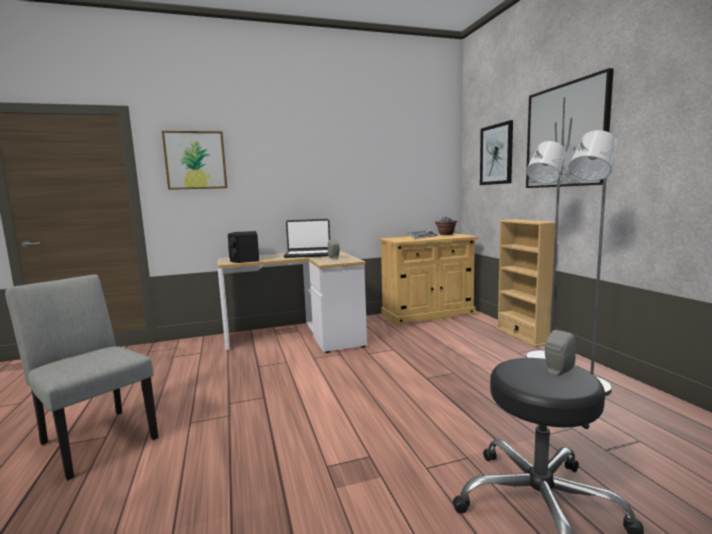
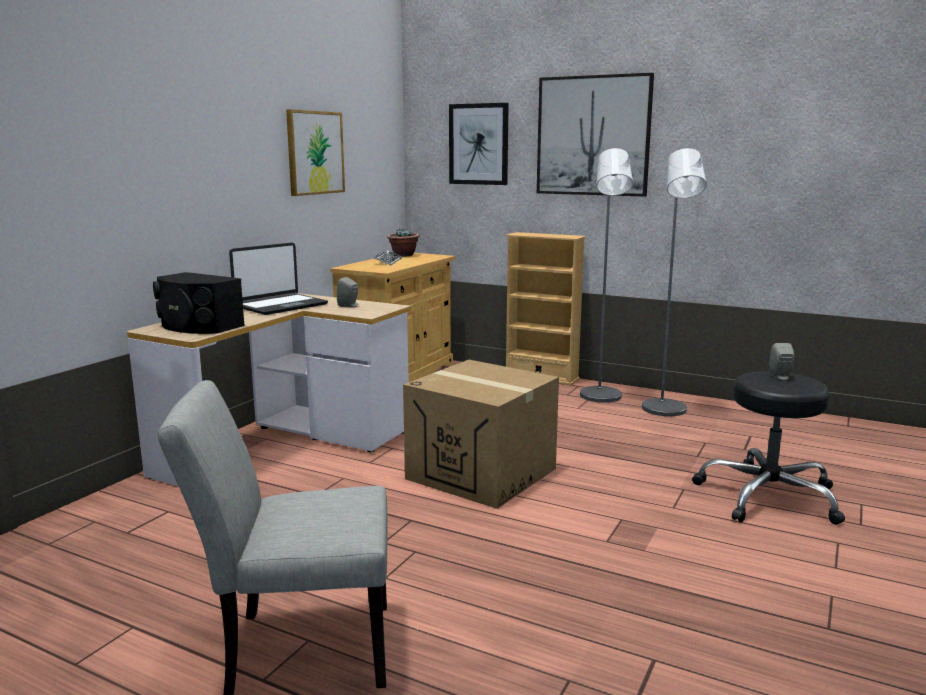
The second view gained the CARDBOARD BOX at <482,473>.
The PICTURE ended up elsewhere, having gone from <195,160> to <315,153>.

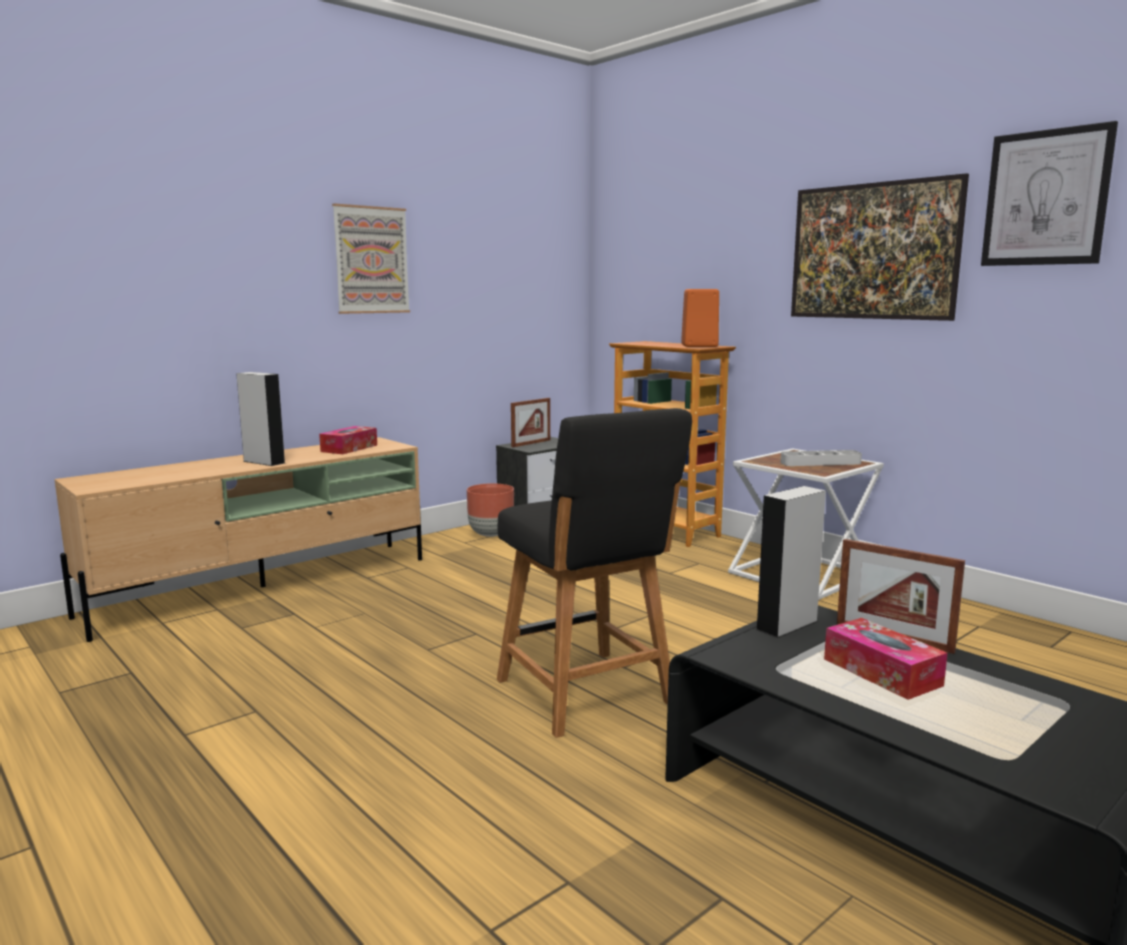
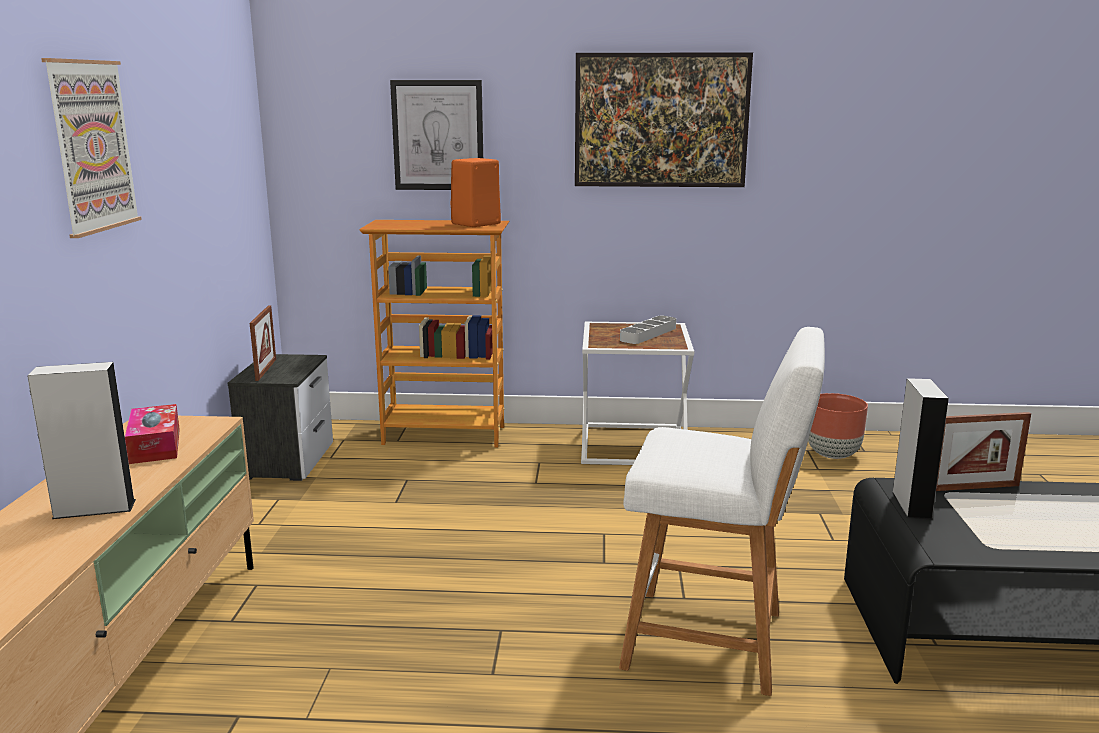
The second view lost the TISSUE BOX at <881,672>.
The BROWN PLANTER ended up elsewhere, having gone from <490,534> to <833,455>.
The PICTURE ended up elsewhere, having gone from <1046,198> to <438,135>.
What was the BLACK STOOL at <588,695> turned into the WHITE STOOL at <713,641>.

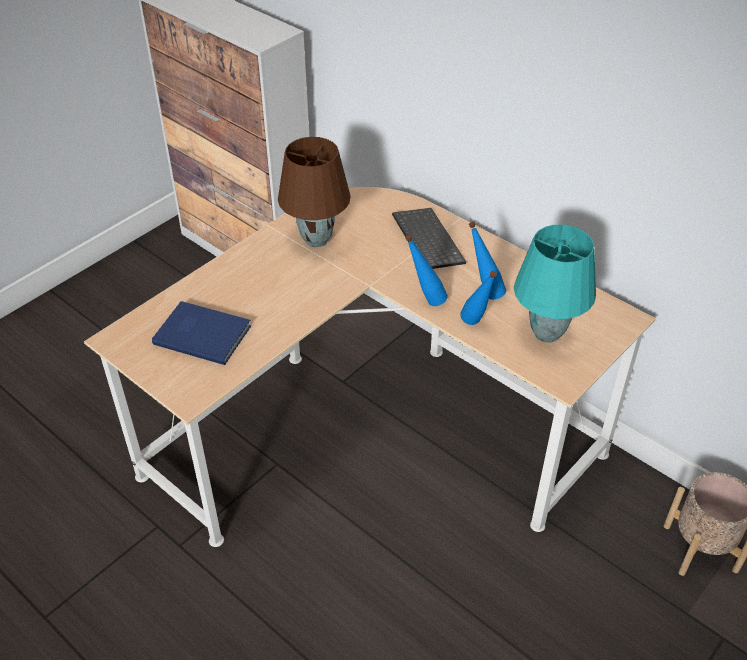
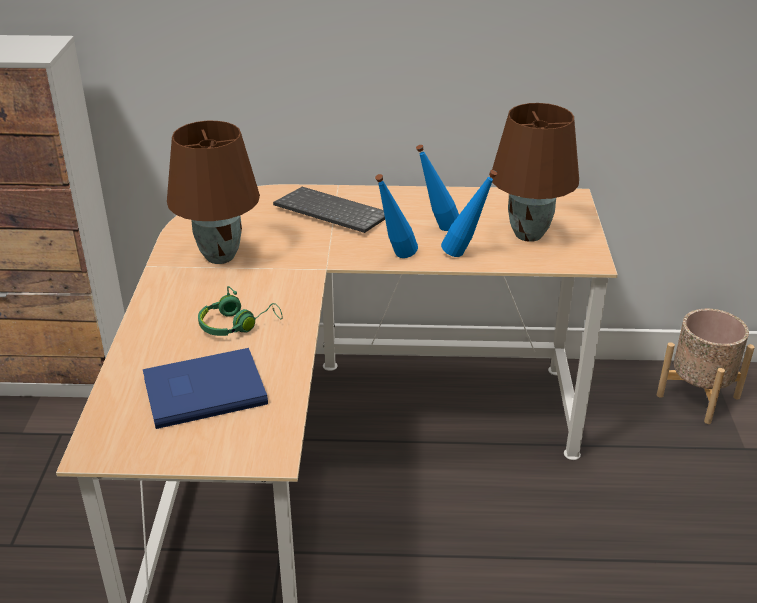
The second view gained the GREEN HEADPHONES at <237,324>.
What was the TURQUOISE TABLE LAMP at <546,333> turned into the BROWN TABLE LAMP at <527,234>.

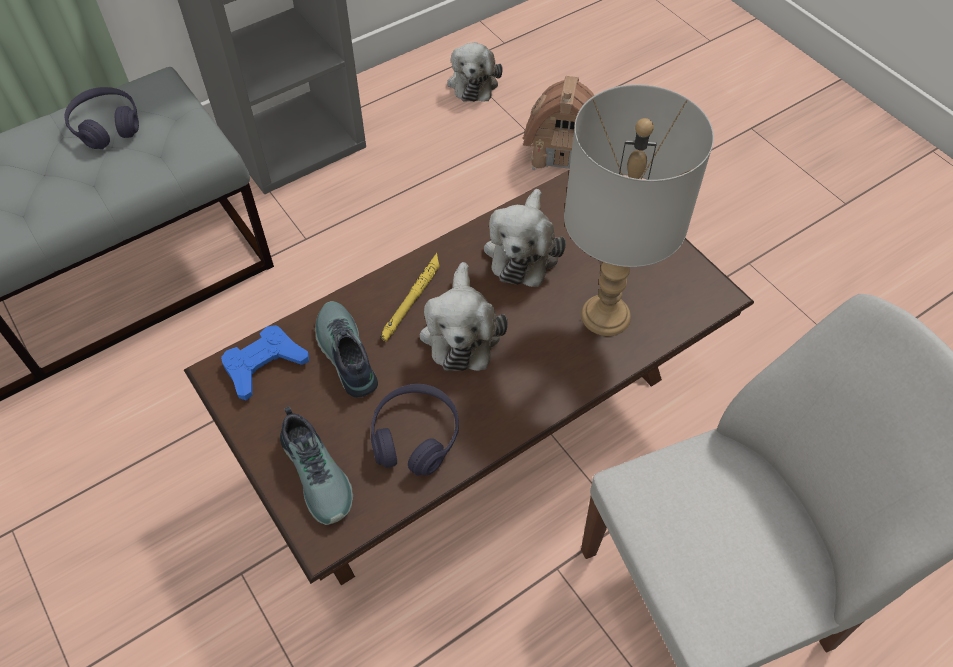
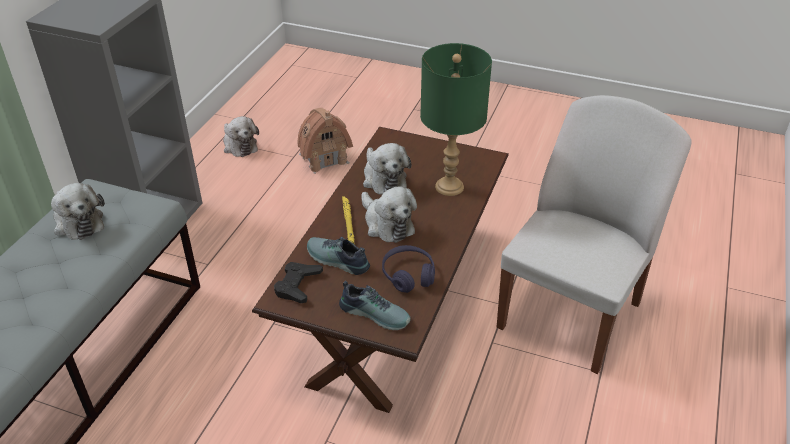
Where the PURPLE HEADPHONES stood at <107,126>, the PLUSH TOY came to stand at <78,221>.
What was the BLUE GAME CONTROLLER at <264,365> turned into the BLACK GAME CONTROLLER at <297,285>.
What was the GREY TABLE LAMP at <605,314> turned into the GREEN TABLE LAMP at <449,186>.

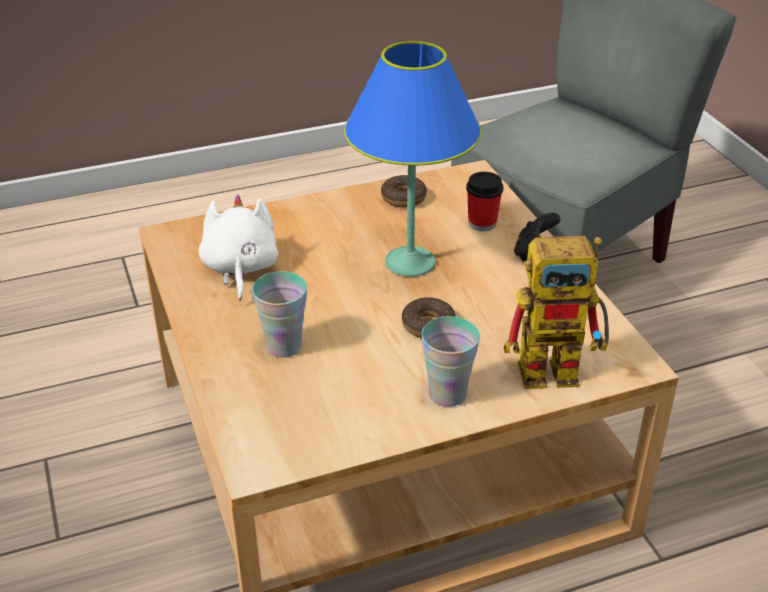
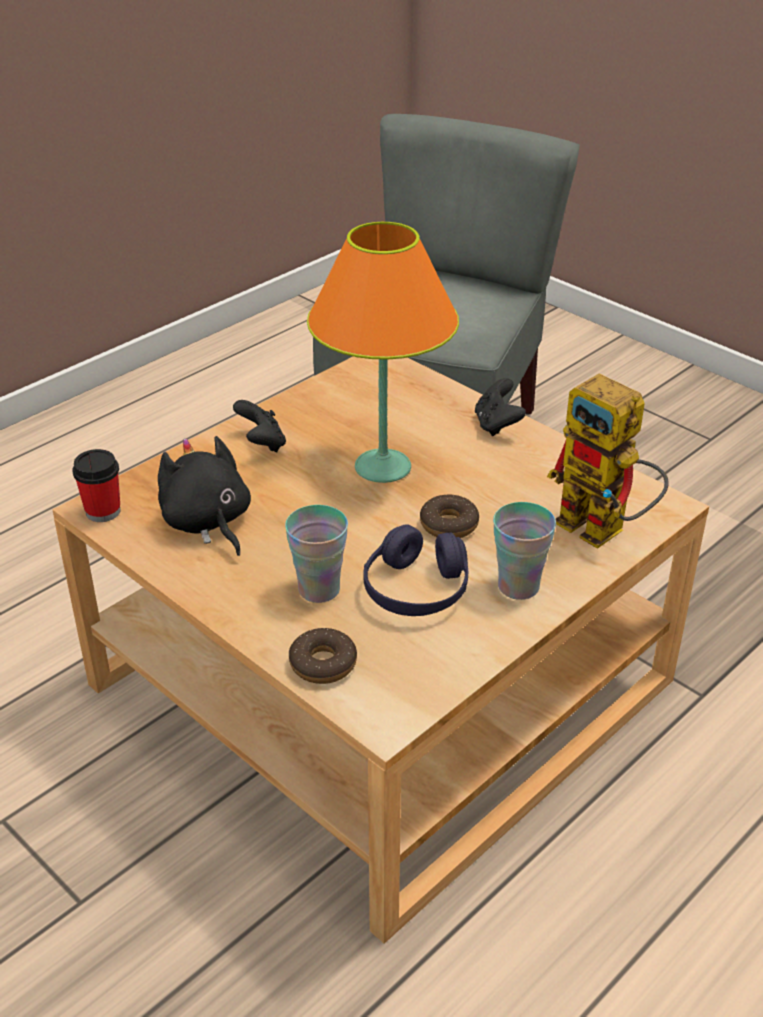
The second view gained the BLACK GAME CONTROLLER at <262,444>.
The second view gained the PURPLE HEADPHONES at <416,589>.
The DONUT ended up elsewhere, having gone from <403,198> to <323,664>.
The CUP ended up elsewhere, having gone from <482,223> to <103,511>.
What was the WHITE PLUSH TOY at <240,268> turned into the BLACK PLUSH TOY at <207,523>.
What was the BLUE TABLE LAMP at <409,262> turned into the ORANGE TABLE LAMP at <382,467>.
The TOY ROBOT at <561,369> ended up facing another way, 75 degrees clockwise from before.

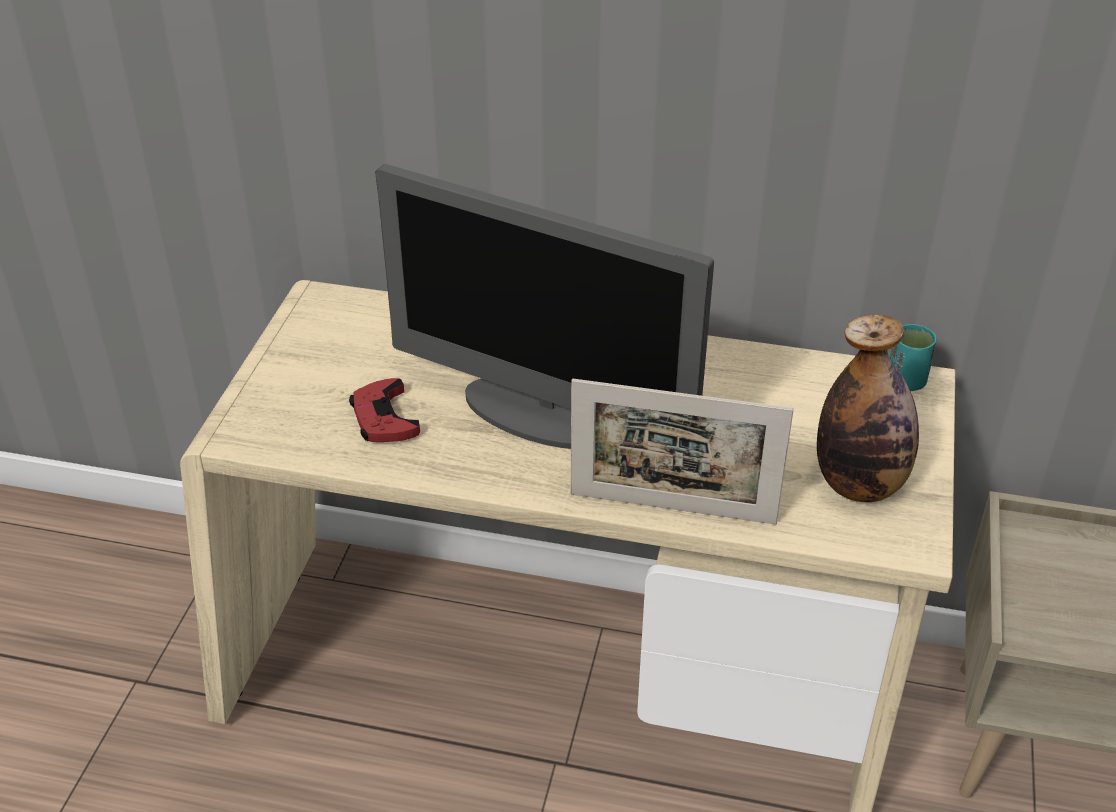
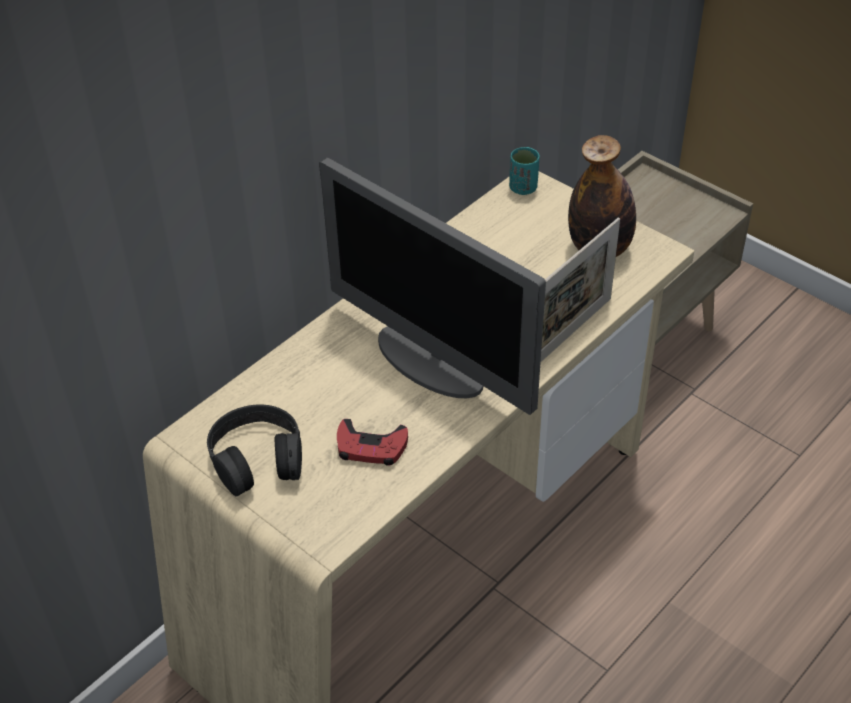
The second view gained the BLACK HEADPHONES at <257,458>.
The MONITOR at <540,415> ended up facing another way, 75 degrees clockwise from before.

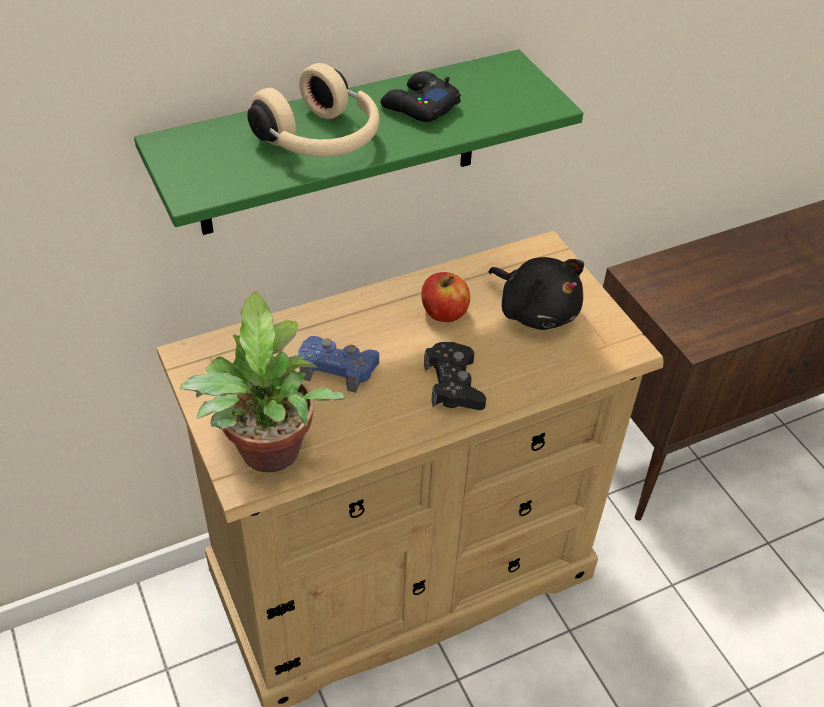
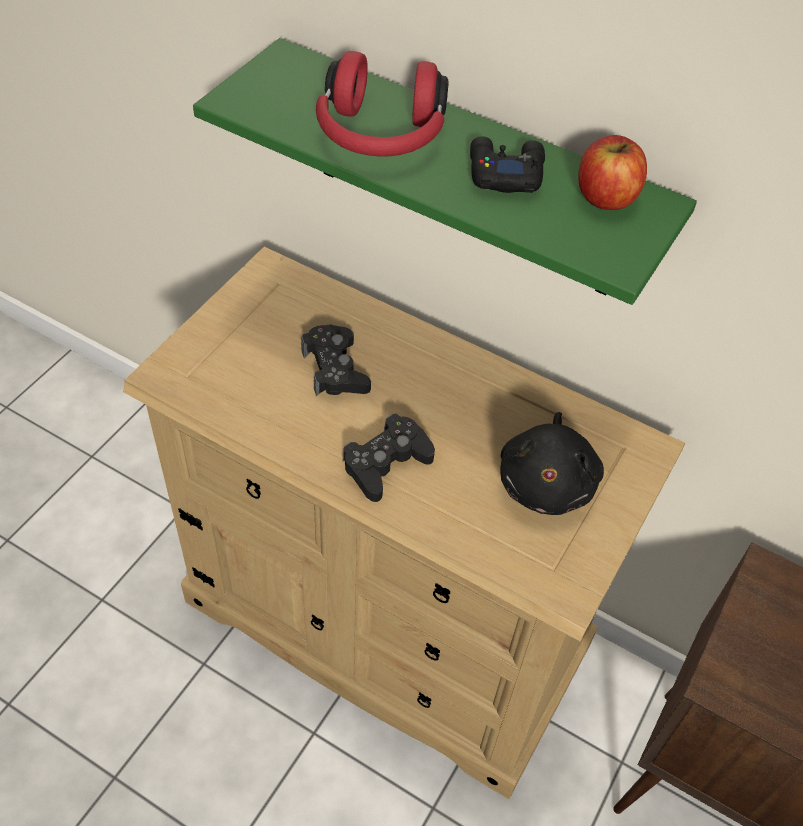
The second view lost the POTTED PLANT at <269,457>.
The APPLE ended up elsewhere, having gone from <444,312> to <605,197>.
What was the BEIGE HEADPHONES at <321,140> turned into the RED HEADPHONES at <380,136>.
What was the BLUE GAME CONTROLLER at <337,368> turned into the BLACK GAME CONTROLLER at <335,369>.

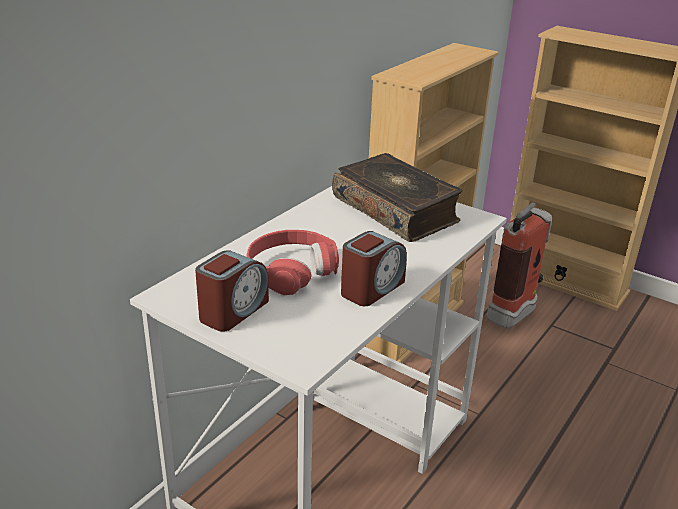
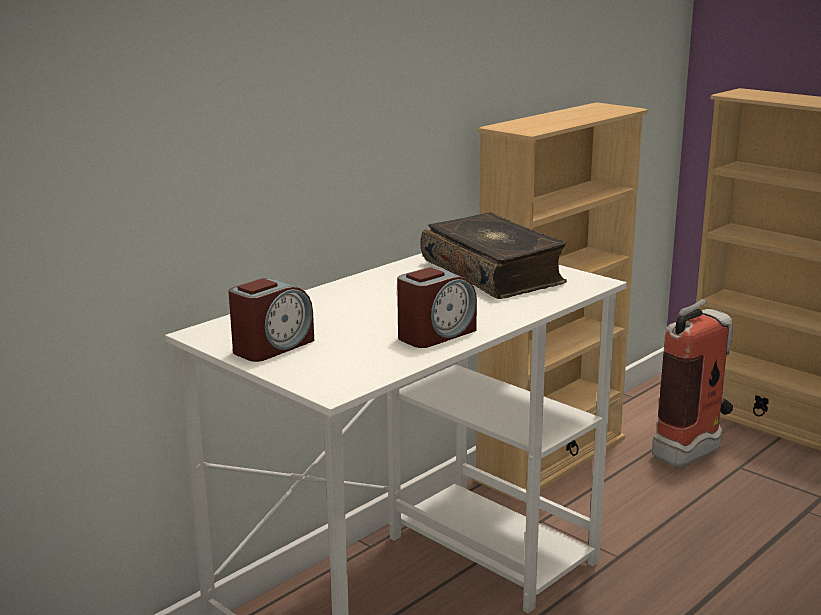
The second view lost the RED HEADPHONES at <291,271>.

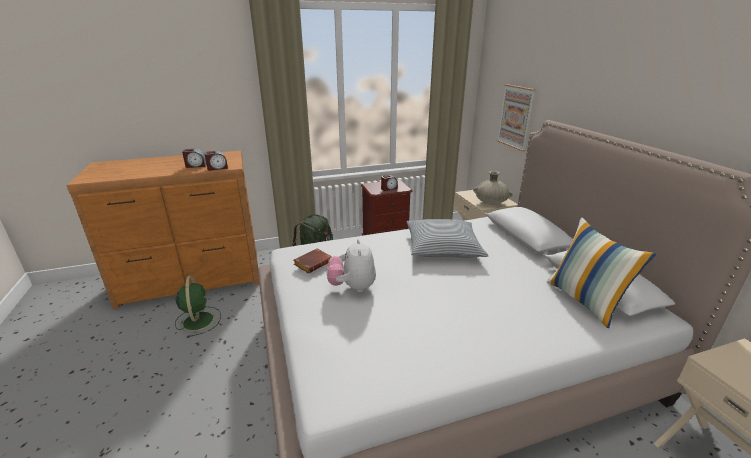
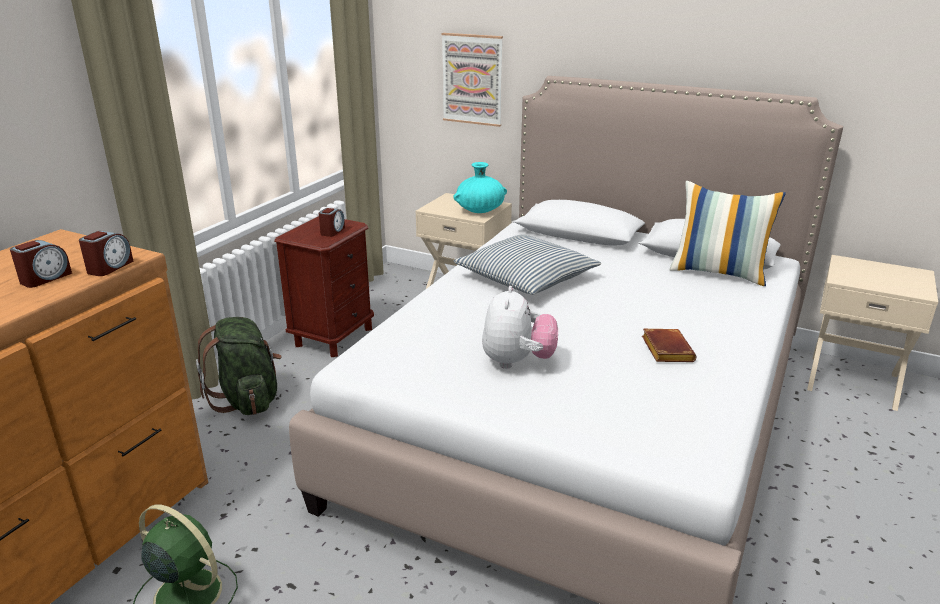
The BROWN BOOK ended up elsewhere, having gone from <313,263> to <665,349>.
What was the BEIGE VASE at <490,203> turned into the TURQUOISE VASE at <480,211>.
The PLUSH TOY at <352,287> ended up facing another way, 120 degrees counterclockwise from before.

